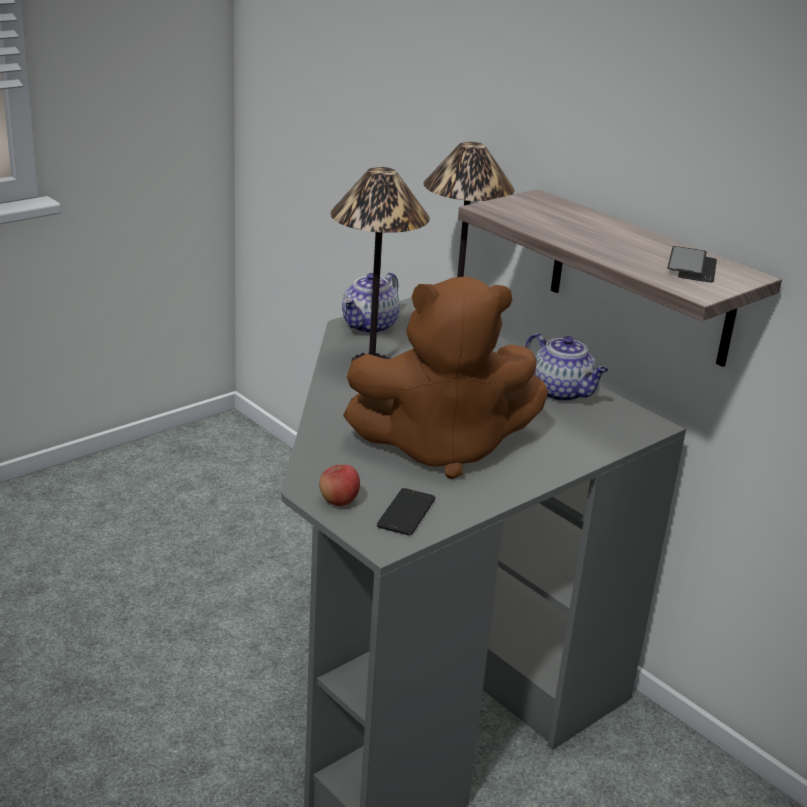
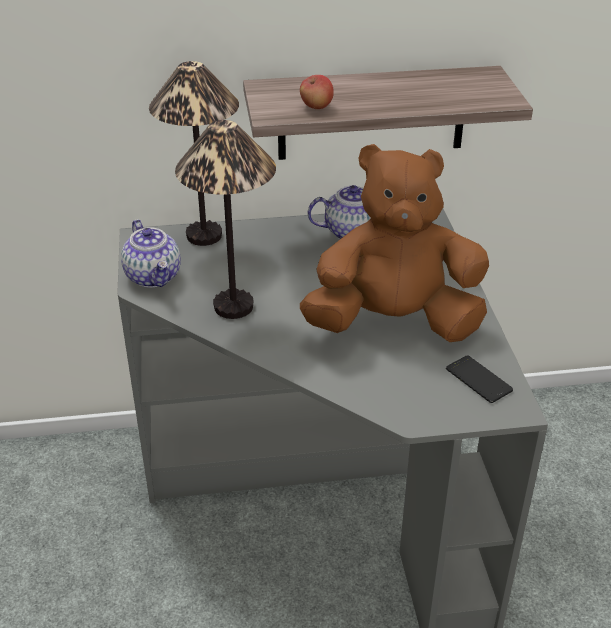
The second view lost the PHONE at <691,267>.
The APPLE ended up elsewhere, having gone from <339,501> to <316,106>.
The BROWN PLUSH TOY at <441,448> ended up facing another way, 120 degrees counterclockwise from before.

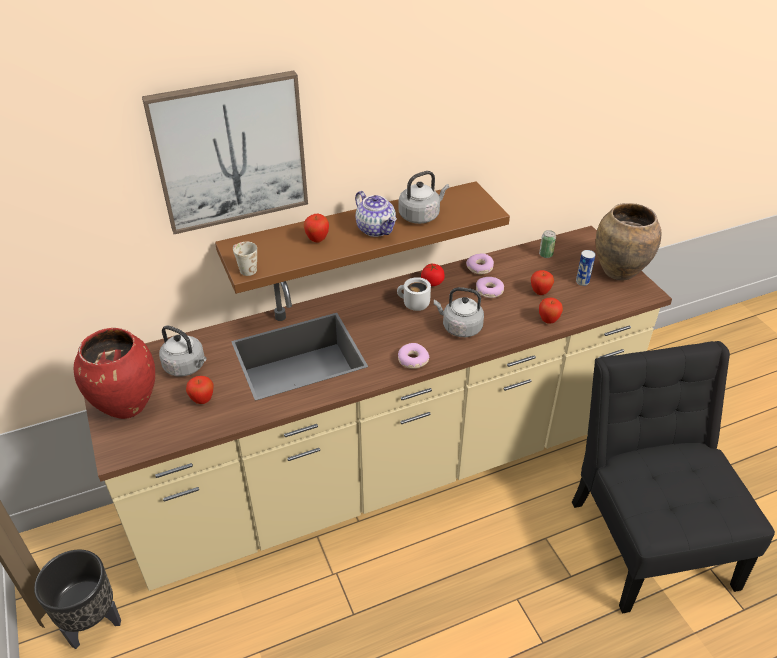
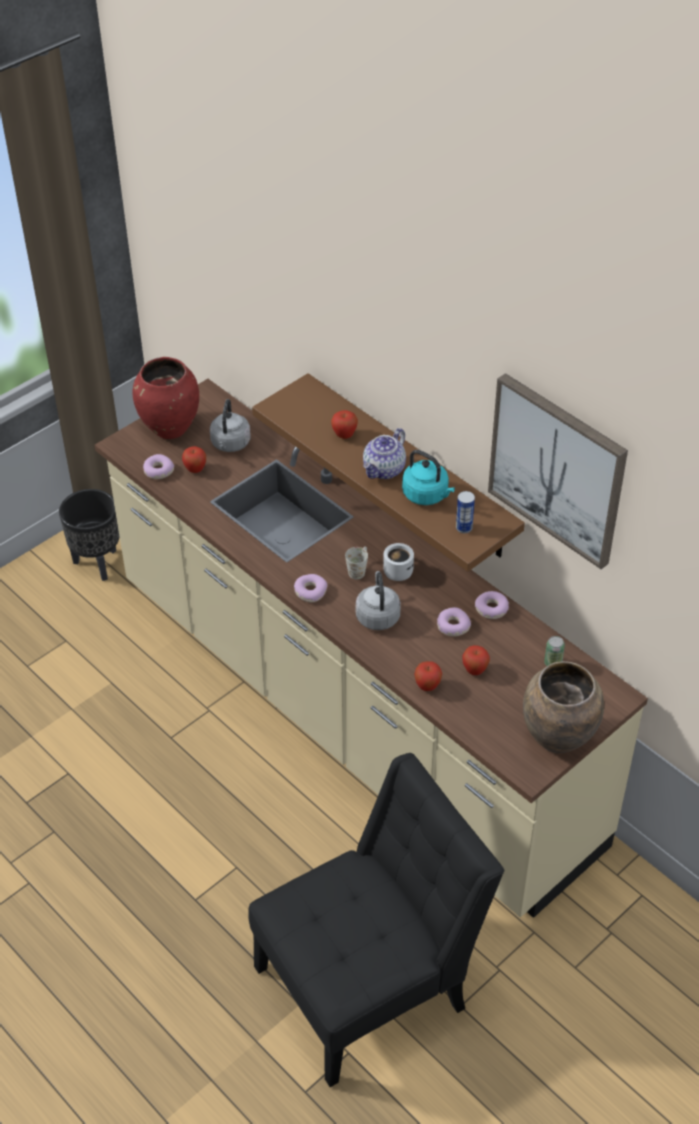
The second view lost the TOMATO at <432,282>.
The second view gained the DONUT at <158,471>.
The PICTURE ended up elsewhere, having gone from <230,152> to <557,469>.
The WHITE MUG ended up elsewhere, having gone from <244,268> to <358,569>.
The CAN ended up elsewhere, having gone from <582,282> to <464,528>.
What was the GREY KETTLE at <421,215> turned into the TURQUOISE KETTLE at <427,495>.

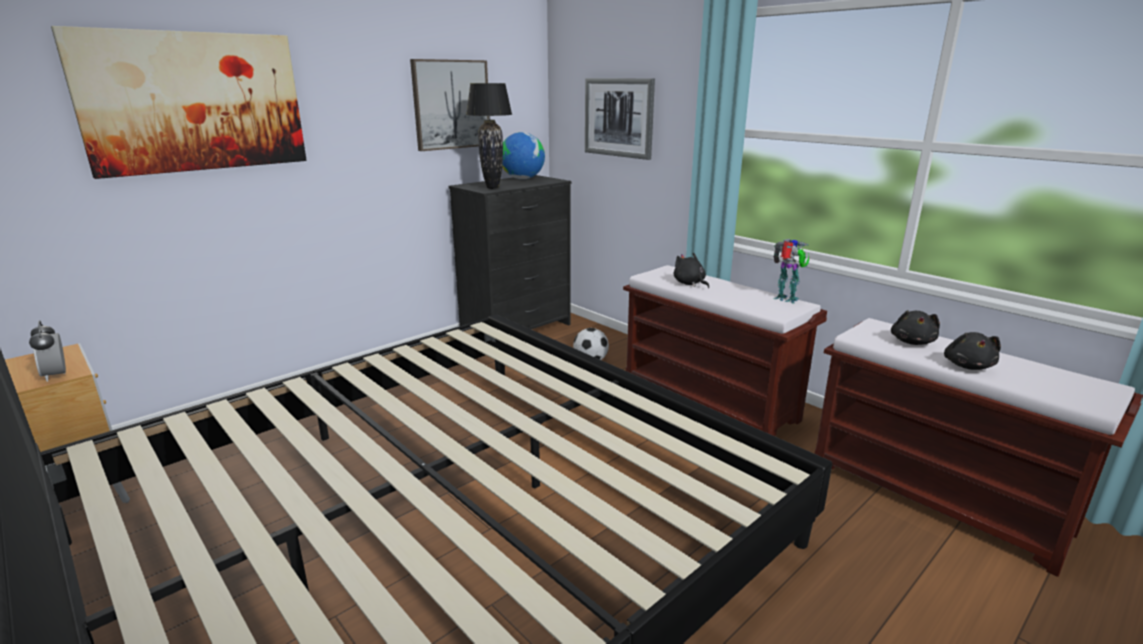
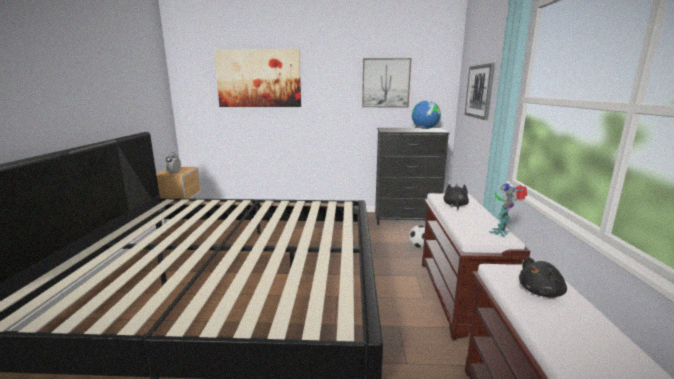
The second view lost the BLACK TABLE LAMP at <492,188>.
The second view lost the BLACK PLUSH TOY at <968,366>.
The TOY ROBOT at <786,300> ended up facing another way, 135 degrees counterclockwise from before.

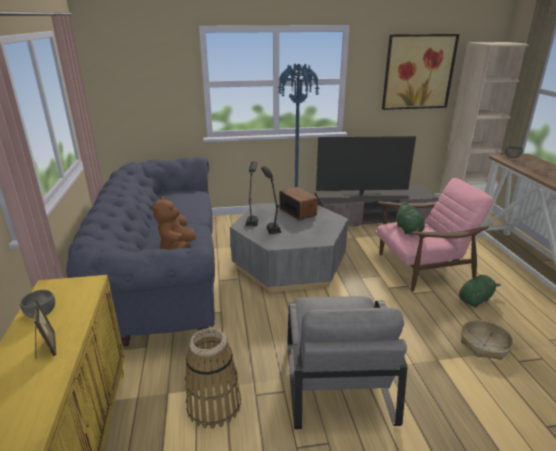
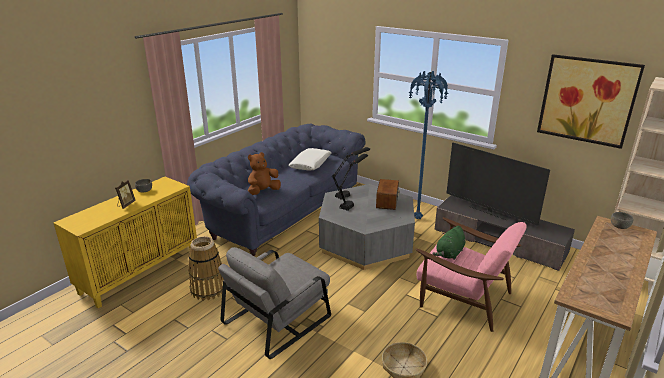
The second view lost the GREEN PLUSH TOY at <475,299>.
The second view gained the WHITE PILLOW at <310,164>.

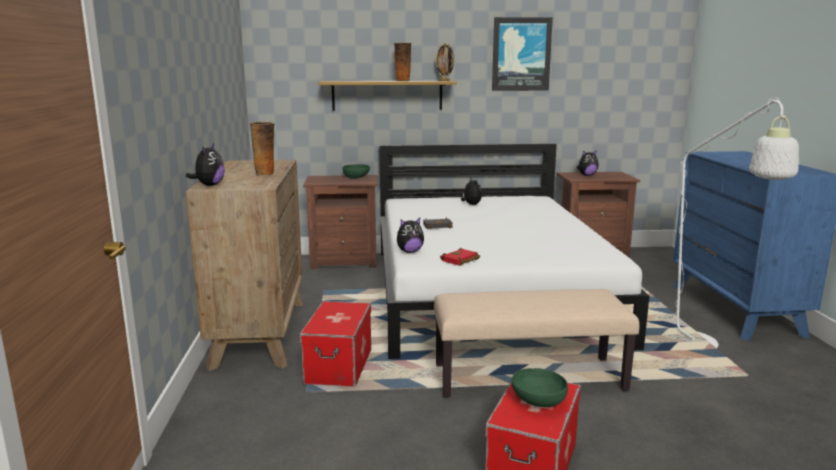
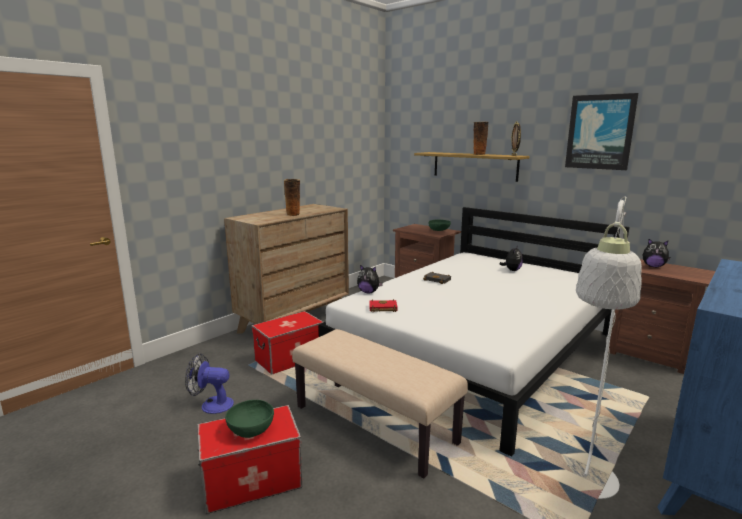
The second view lost the PLUSH TOY at <209,185>.
The second view gained the FAN at <211,404>.

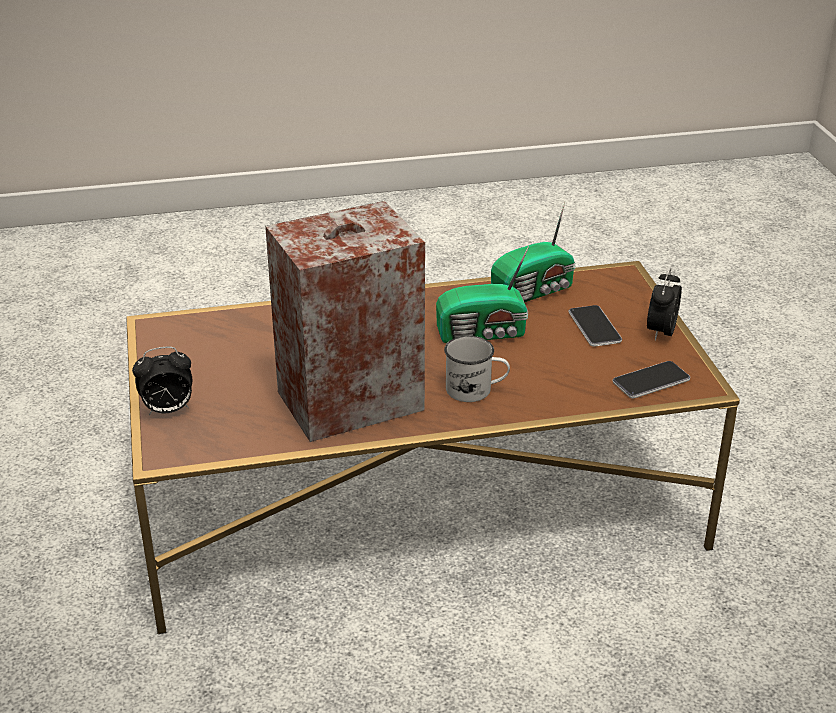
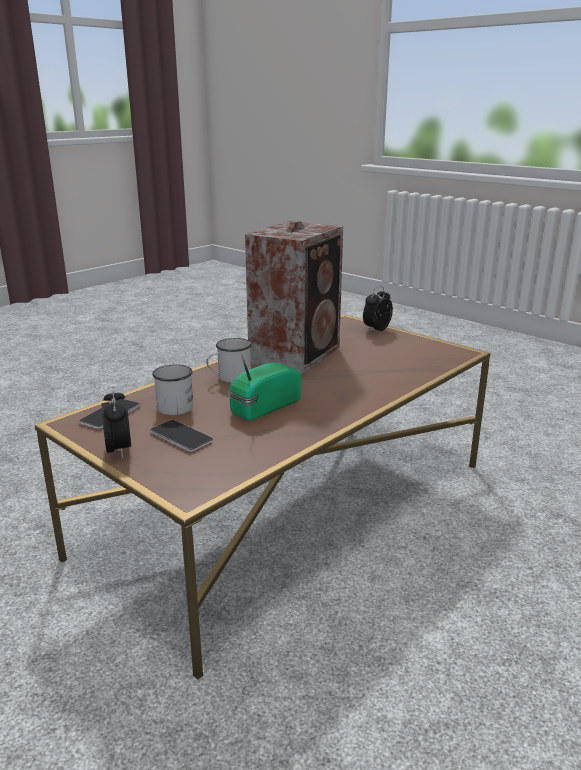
The second view lost the RADIO at <535,291>.
The second view gained the WHITE MUG at <175,405>.

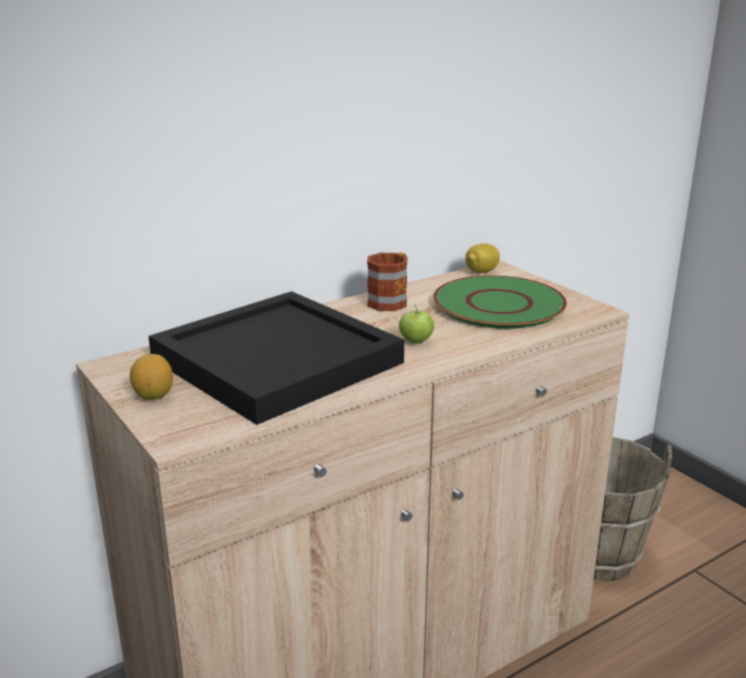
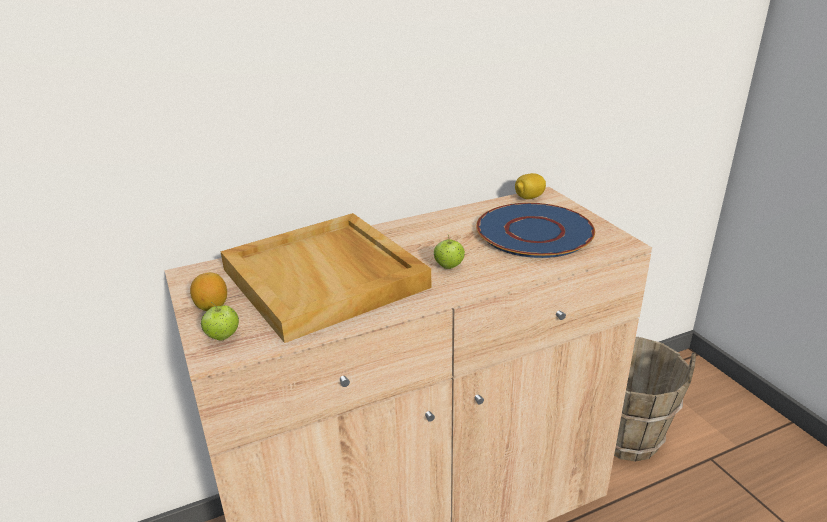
The second view lost the MUG at <391,300>.
The second view gained the APPLE at <223,337>.
What was the BLACK TRAY at <279,361> turned into the BEIGE TRAY at <326,278>.
What was the GREEN PLATE at <499,304> turned into the BLUE PLATE at <535,232>.

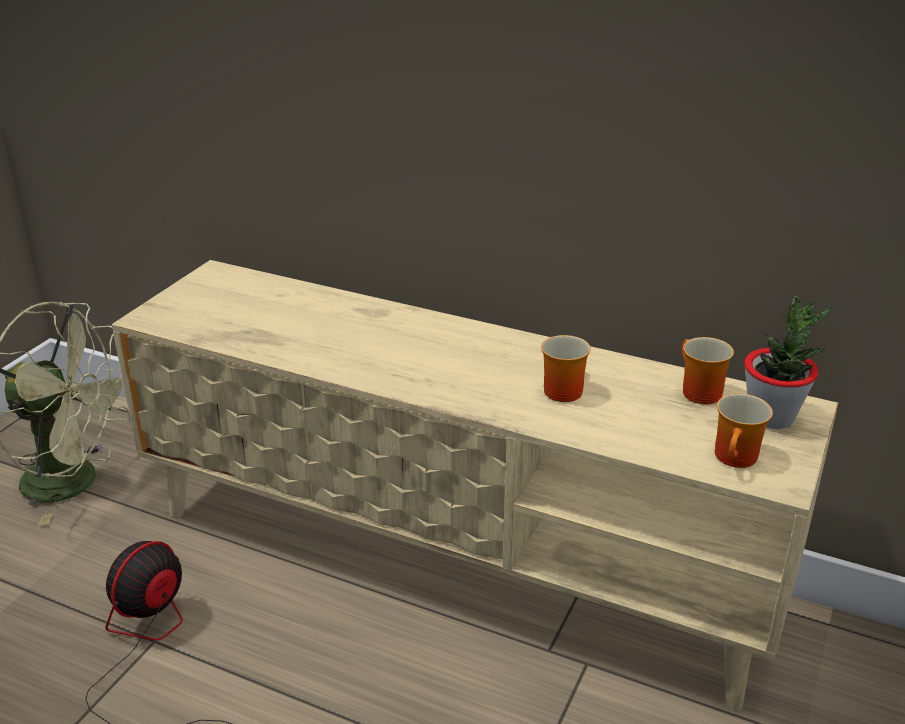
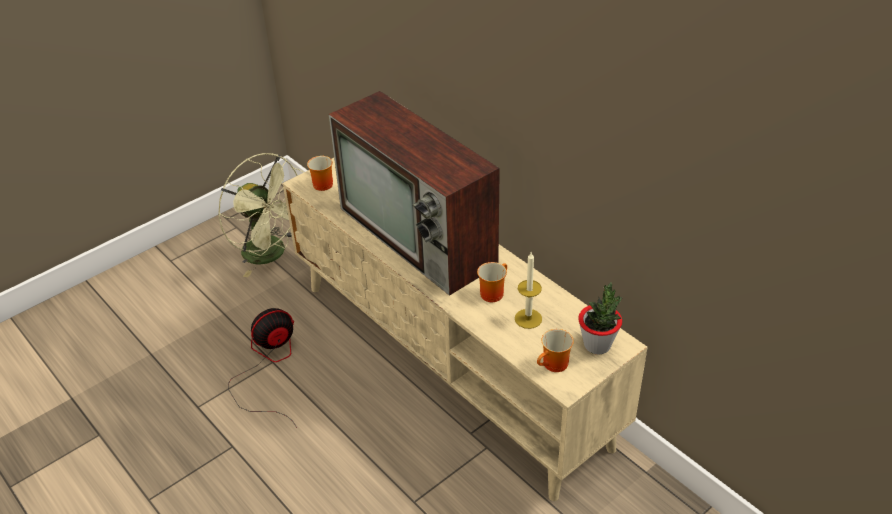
The second view gained the TELEVISION at <419,237>.
The second view gained the CANDLE at <528,318>.
The MUG ended up elsewhere, having gone from <696,392> to <321,183>.

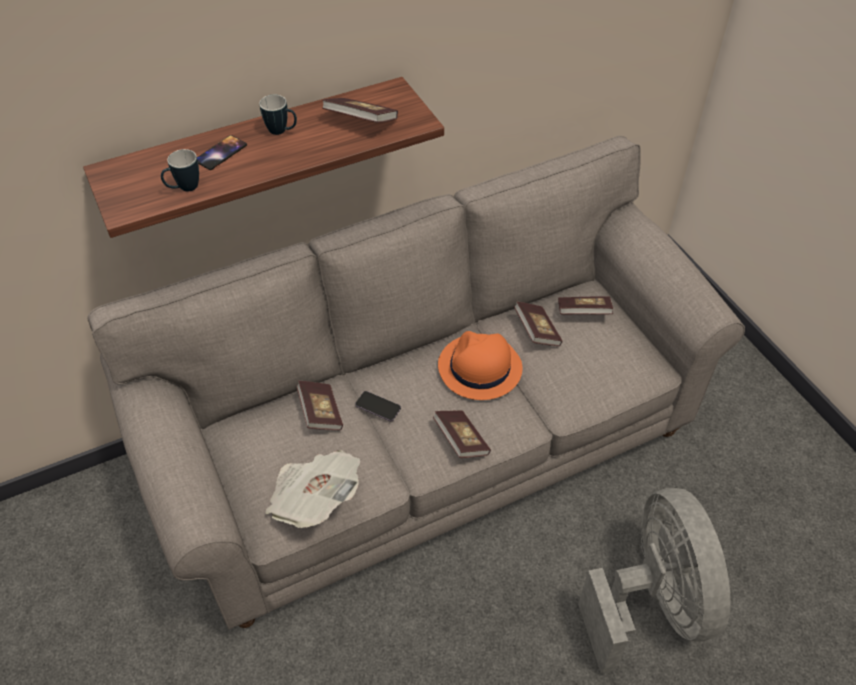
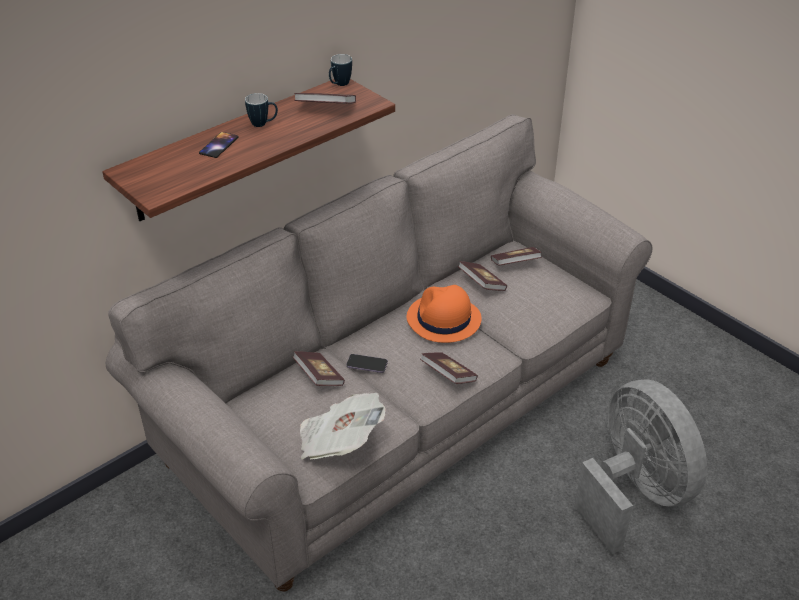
The MUG ended up elsewhere, having gone from <184,189> to <339,85>.

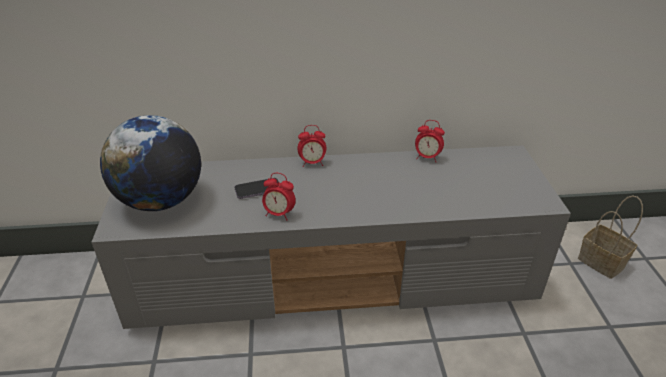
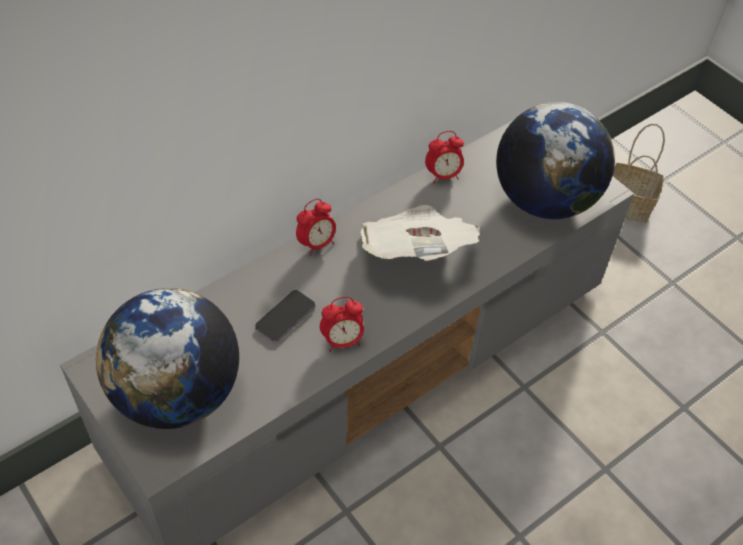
The second view gained the NEWSPAPER at <416,253>.
The second view gained the GLOBE at <544,200>.

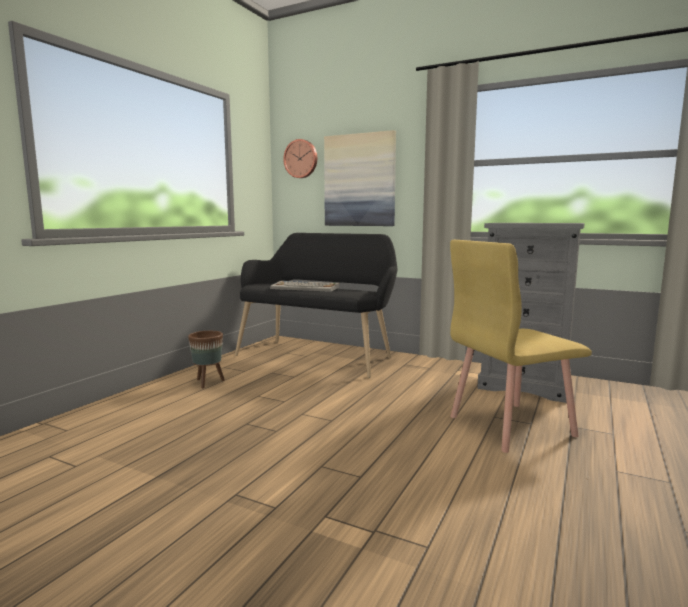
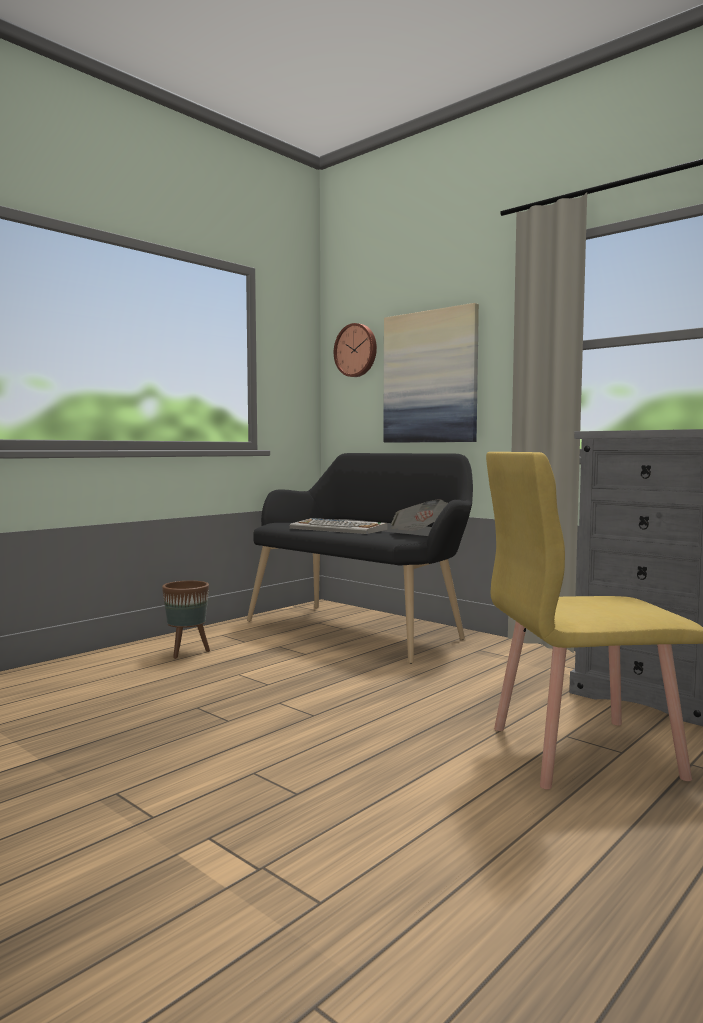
The second view gained the NEWSPAPER at <420,534>.

